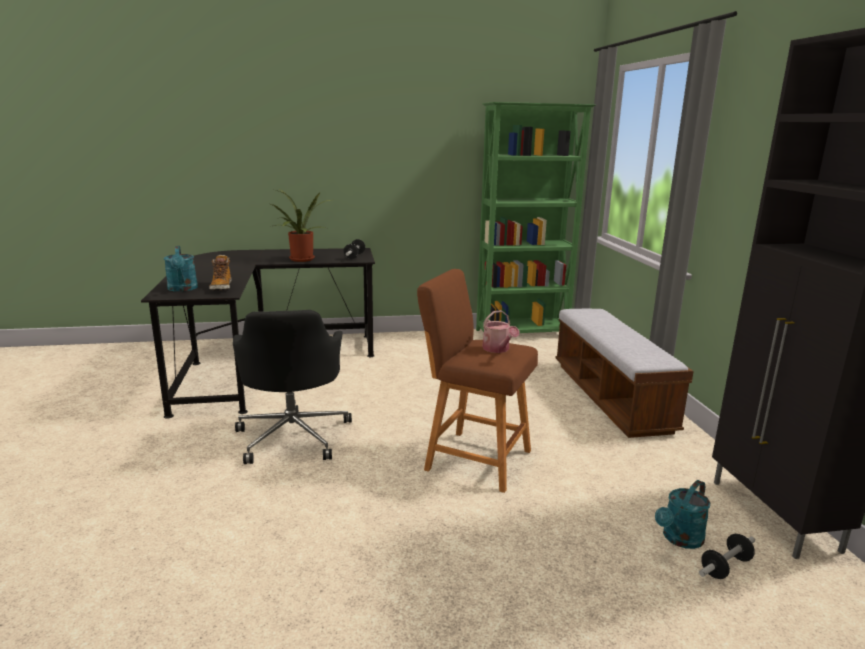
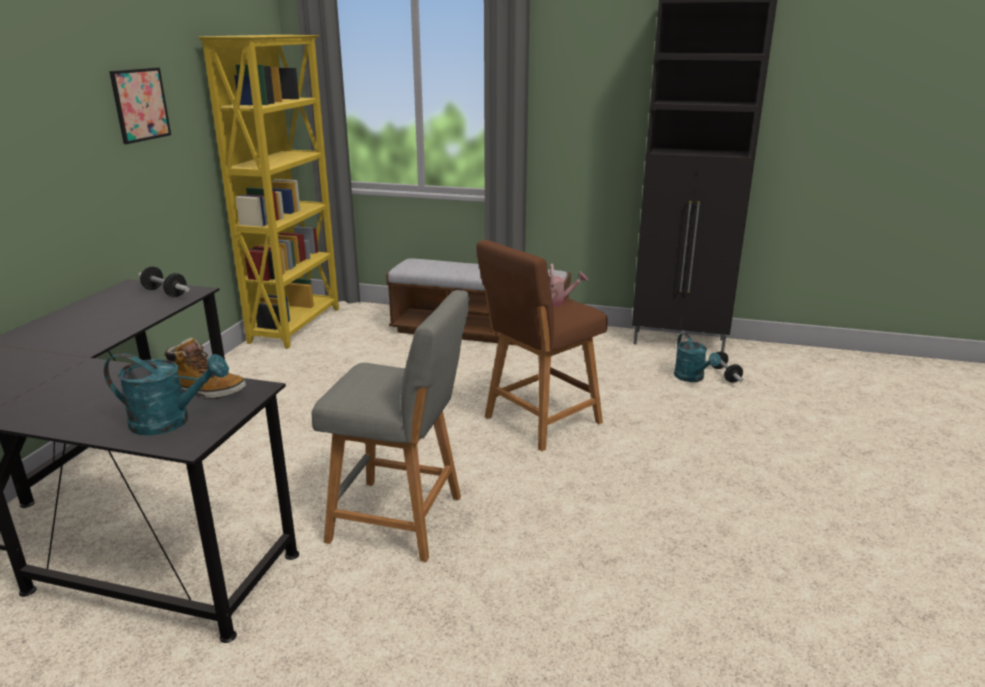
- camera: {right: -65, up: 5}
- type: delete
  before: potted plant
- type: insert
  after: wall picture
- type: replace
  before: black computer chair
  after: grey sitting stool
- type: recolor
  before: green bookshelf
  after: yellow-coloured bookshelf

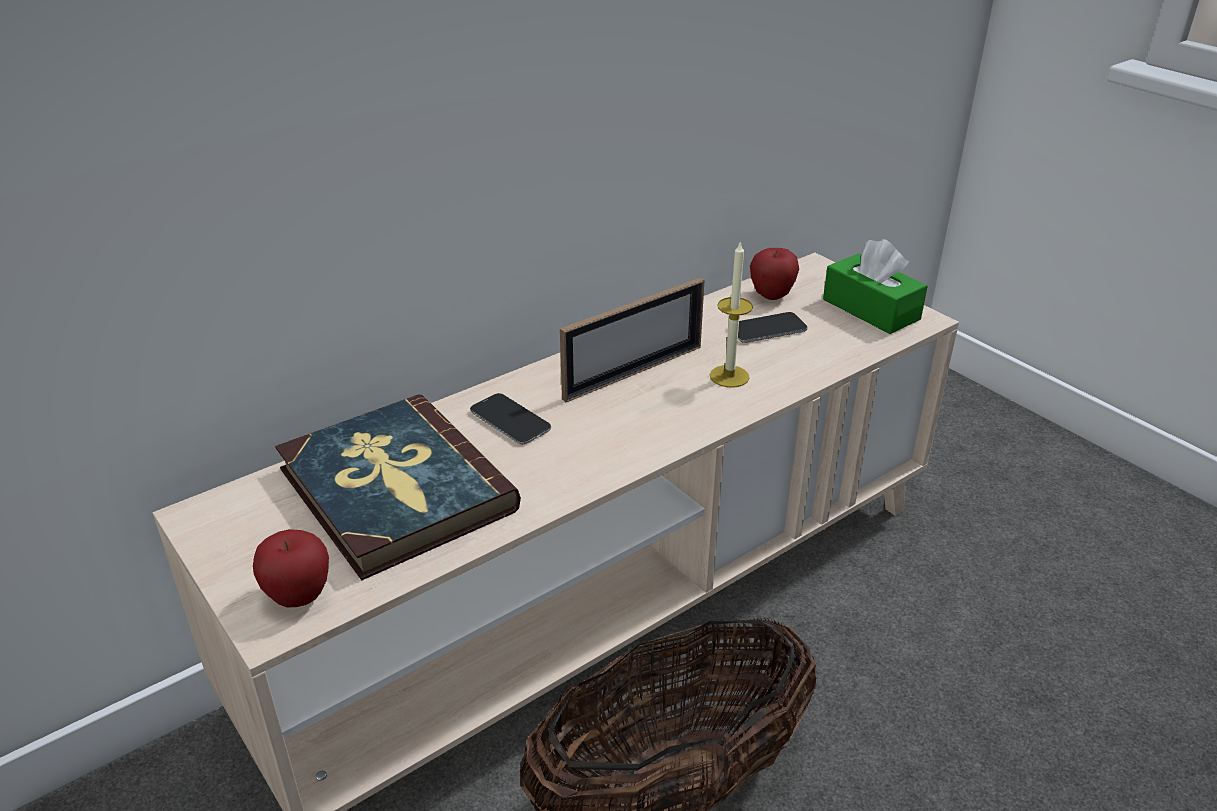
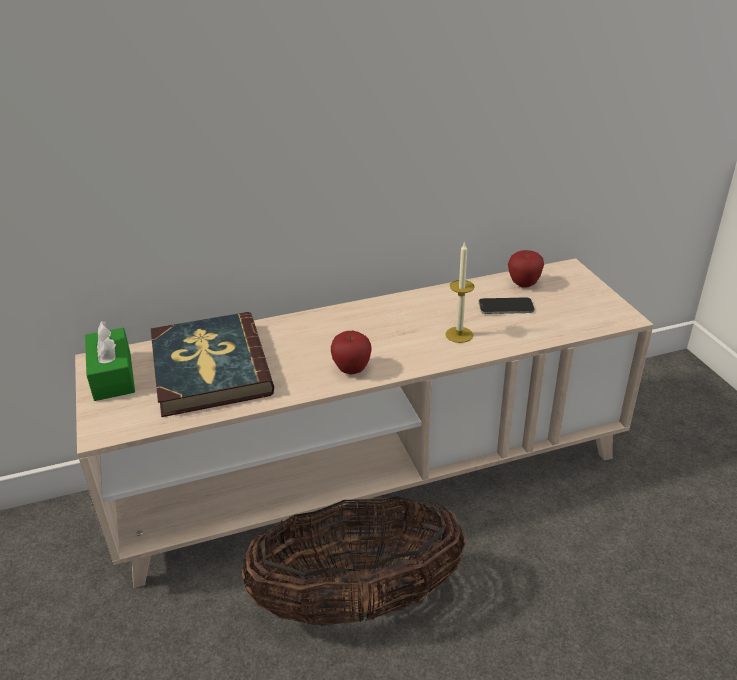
- camera: {right: 20, up: 0}
- type: delete
  before: handset (1st from left)
- type: delete
  before: picture frame
- type: move
  before: apple fruit (1st from left)
- type: move
  before: green tissue holder

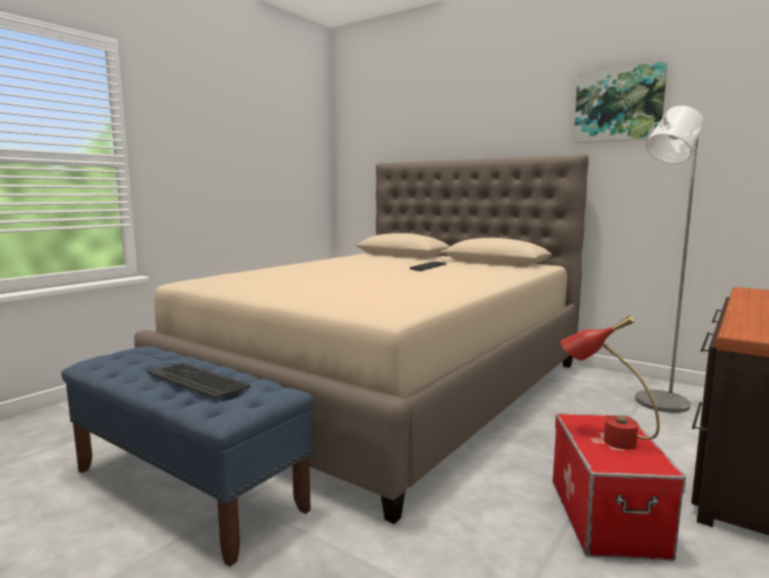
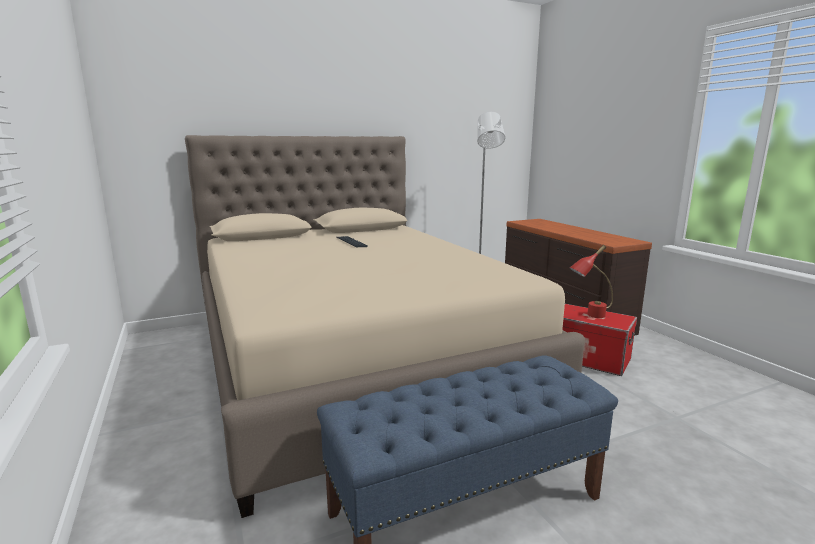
- camera: {right: -60, up: 5}
- type: delete
  before: keyboard (1st from left)
- type: delete
  before: wall picture

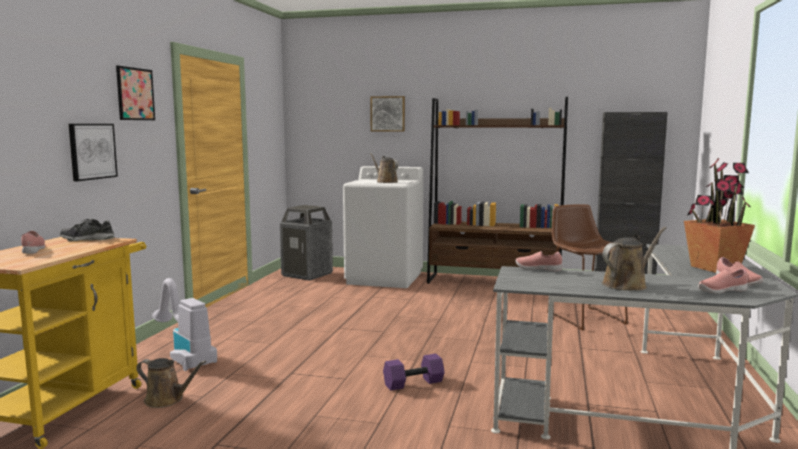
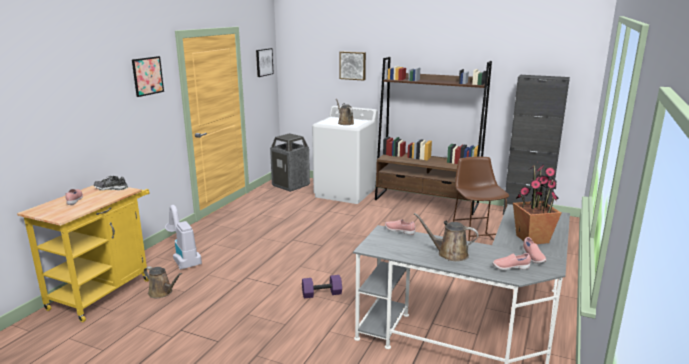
- camera: {right: 10, up: 10}
- type: move
  before: wall picture (1st from left in the first image)
  after: wall picture (2nd from left)
- type: rotate
  before: brown-coloured watering can (3rd from left)
  turn: -135

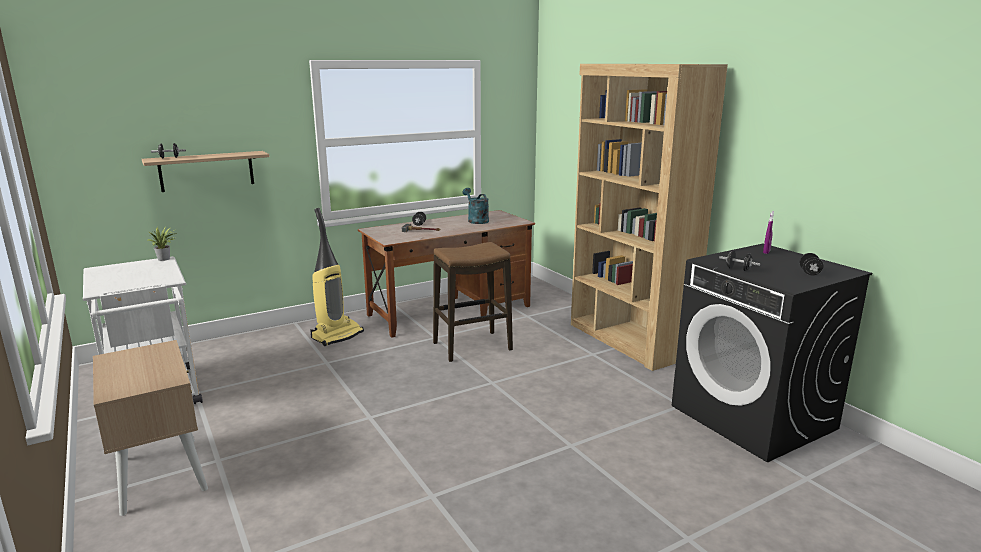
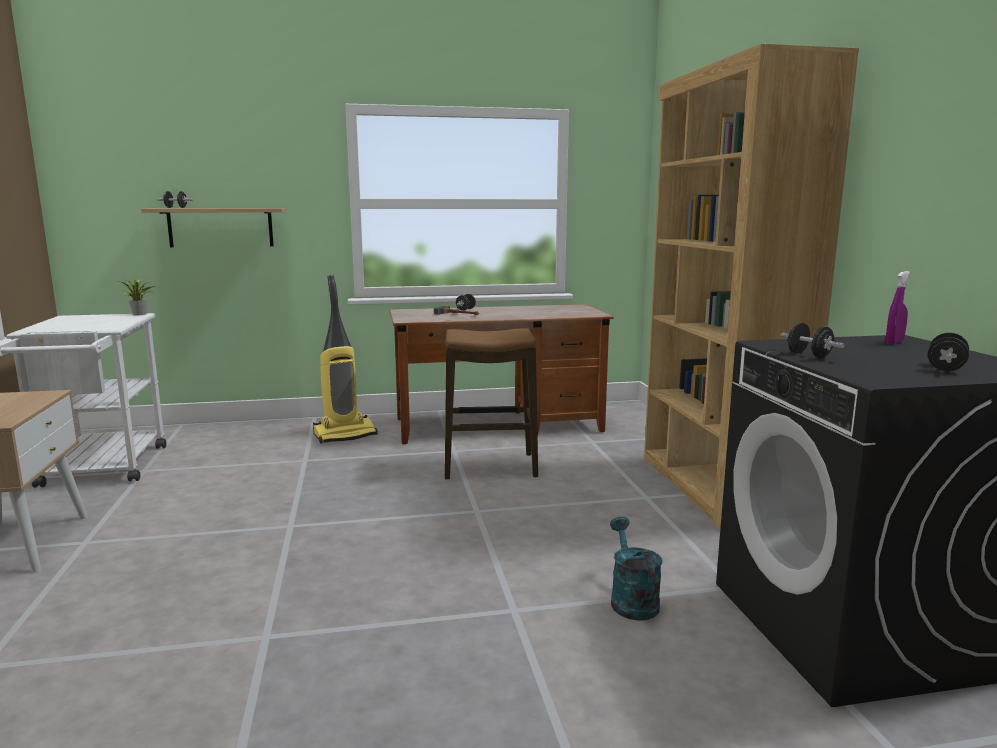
- camera: {right: 20, up: -5}
- type: move
  before: turquoise watering can

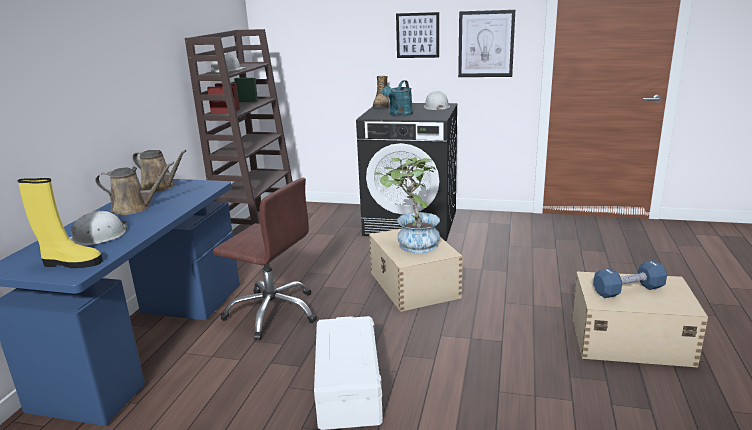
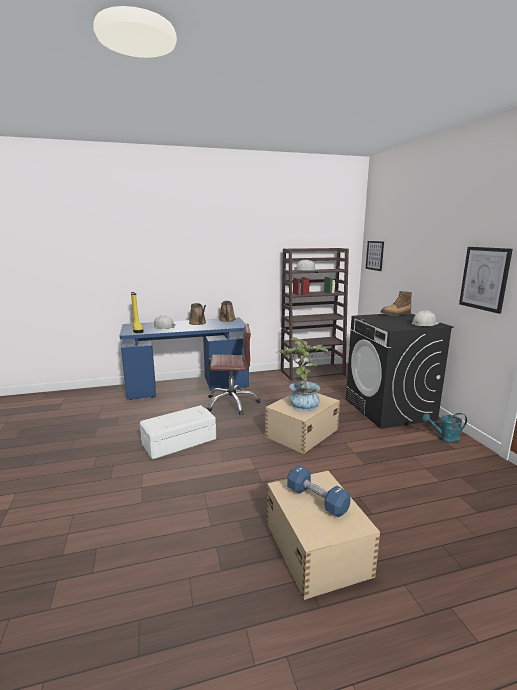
- camera: {right: 60, up: -5}
- type: move
  before: turquoise watering can
- type: move
  before: wall picture (1st from left)
- type: rotate
  before: brown-coloured computer chair
  turn: -90

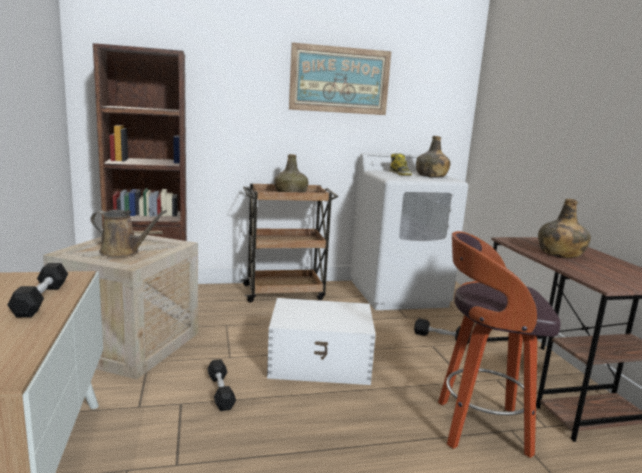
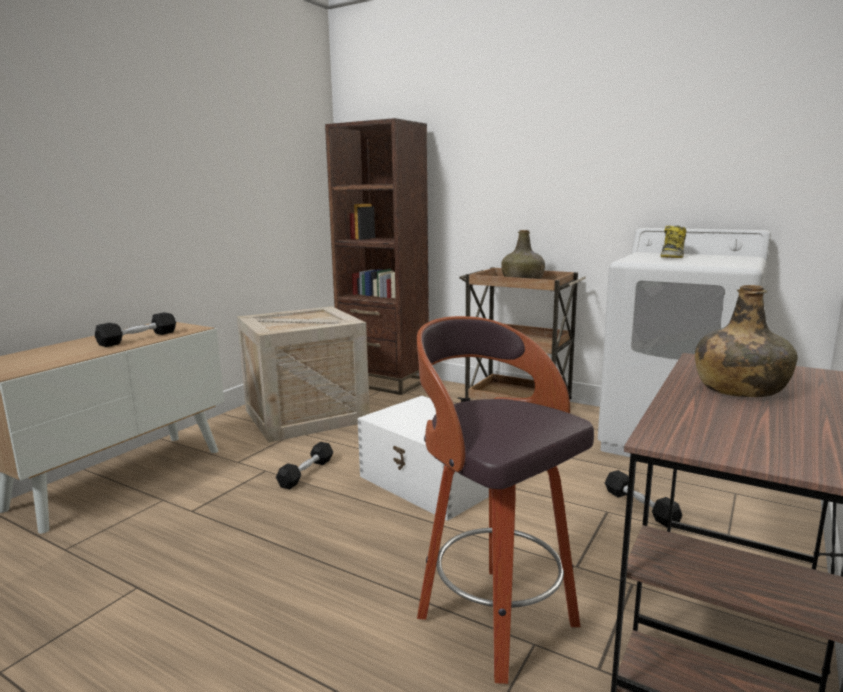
- camera: {right: 45, up: 0}
- type: delete
  before: brown-coloured watering can
- type: delete
  before: wall picture
- type: delete
  before: green drink bottle (2nd from left)

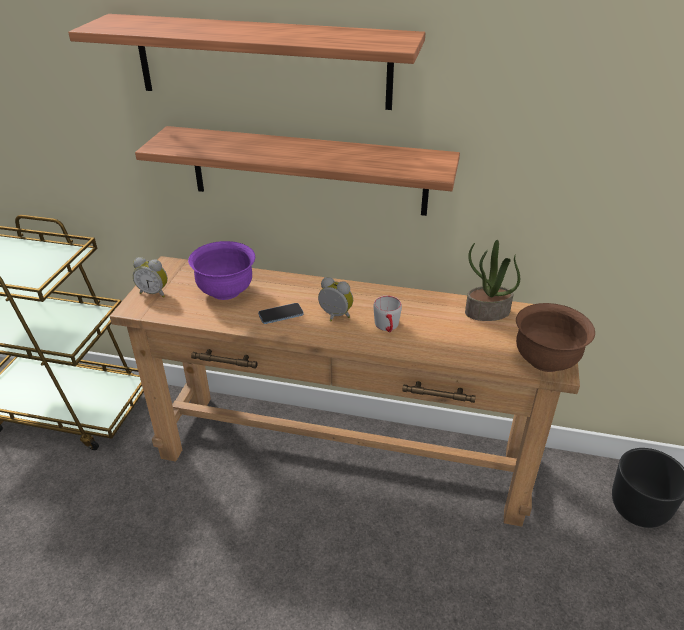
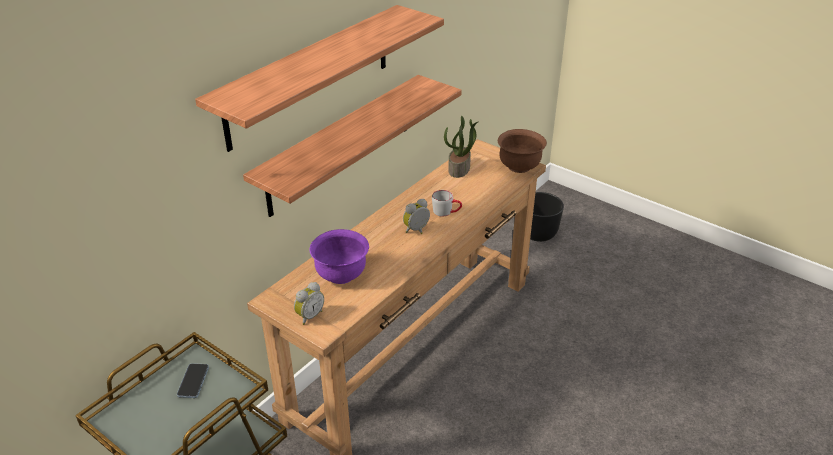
- camera: {right: -65, up: 0}
- type: move
  before: handset

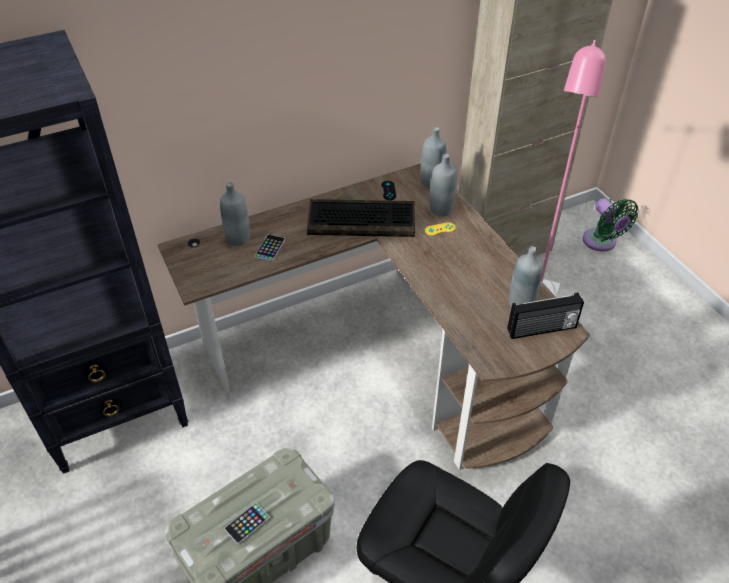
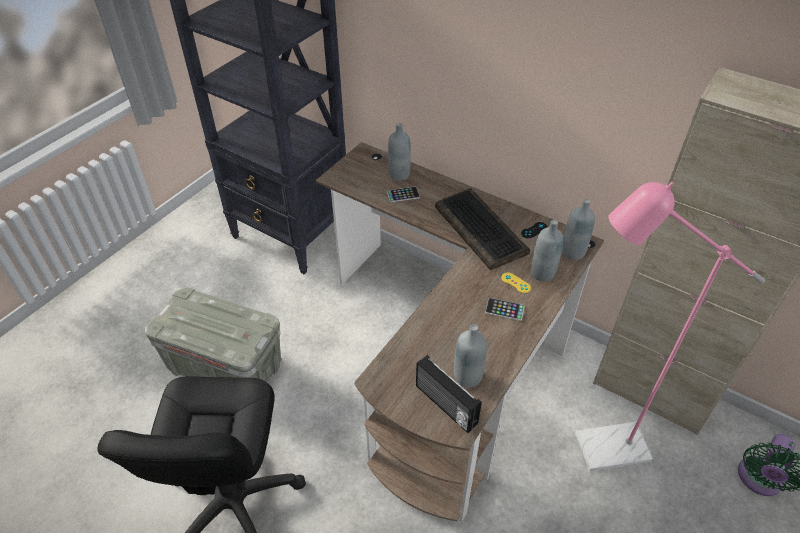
- camera: {right: 60, up: 0}
- type: move
  before: handset (1st from left in the first image)
  after: handset (2nd from left)

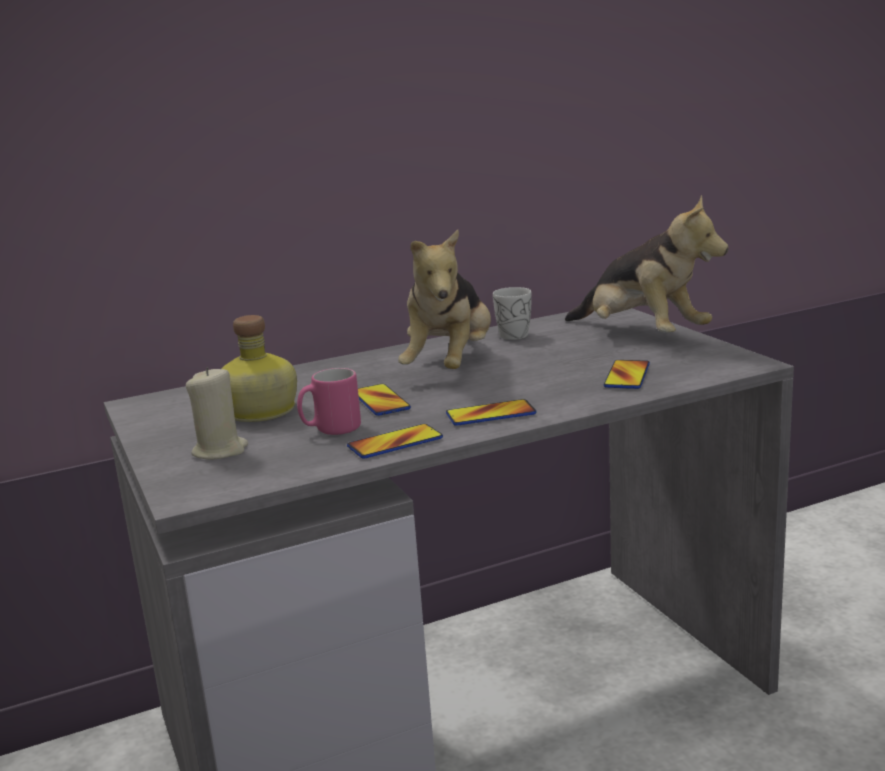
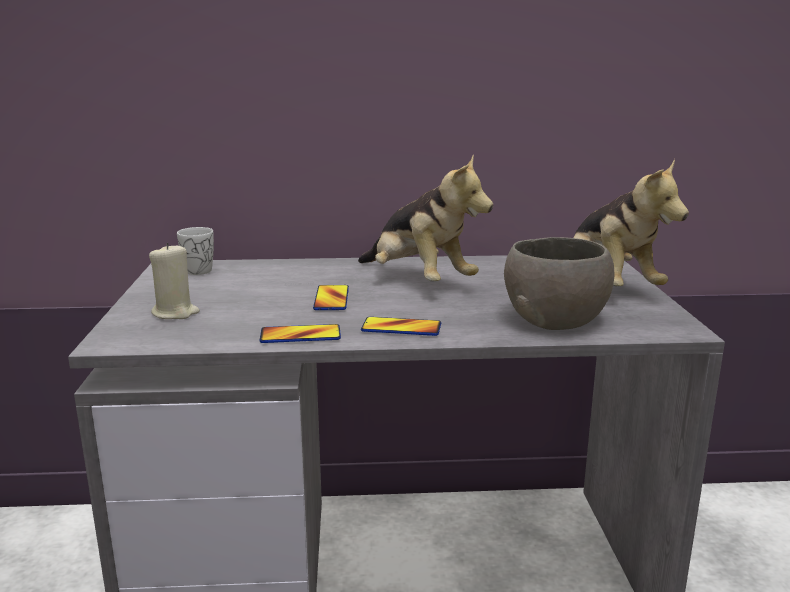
- camera: {right: 20, up: 0}
- type: delete
  before: drink bottle
- type: delete
  before: pink tea mug
- type: move
  before: white tea mug
- type: replace
  before: handset (4th from left)
  after: grey bowl
- type: rotate
  before: cuddly toy (1st from left)
  turn: -75

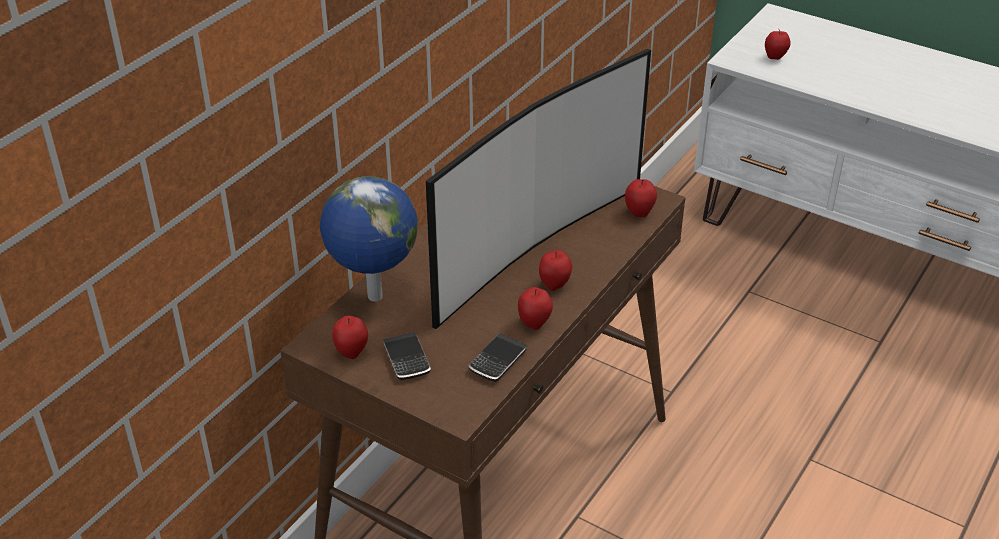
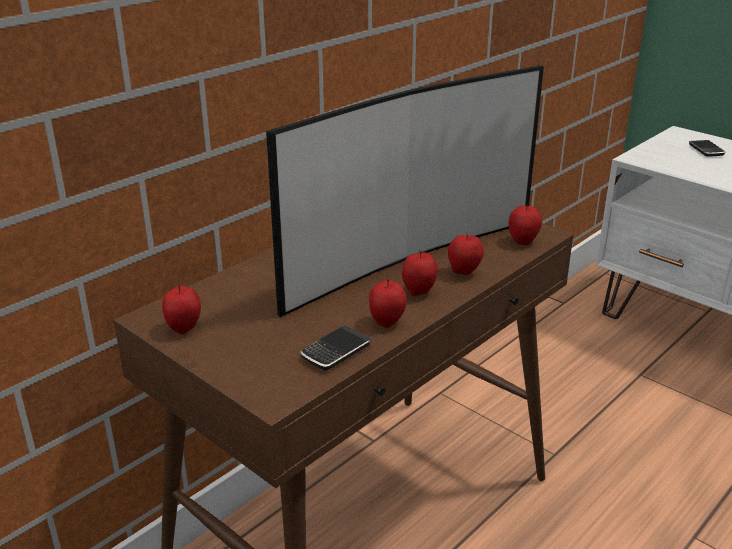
- camera: {right: 10, up: -10}
- type: delete
  before: desk globe
- type: move
  before: handset (1st from left in the first image)
  after: handset (2nd from left)
- type: move
  before: apple fruit (5th from left in the first image)
  after: apple fruit (4th from left)

